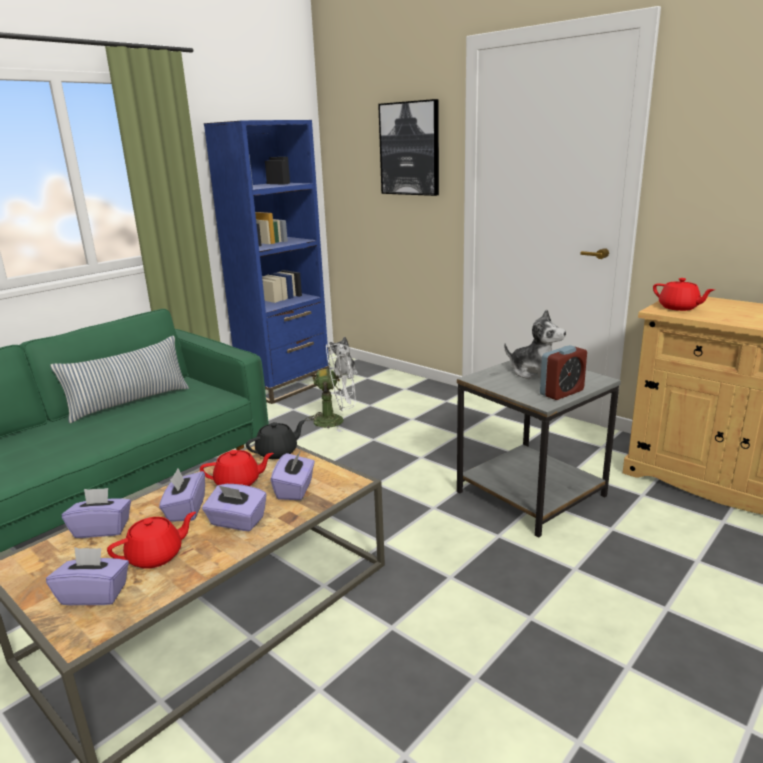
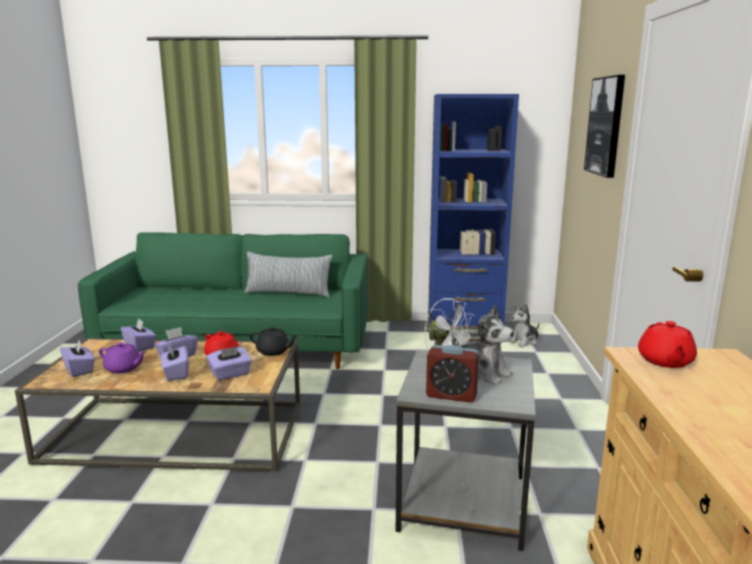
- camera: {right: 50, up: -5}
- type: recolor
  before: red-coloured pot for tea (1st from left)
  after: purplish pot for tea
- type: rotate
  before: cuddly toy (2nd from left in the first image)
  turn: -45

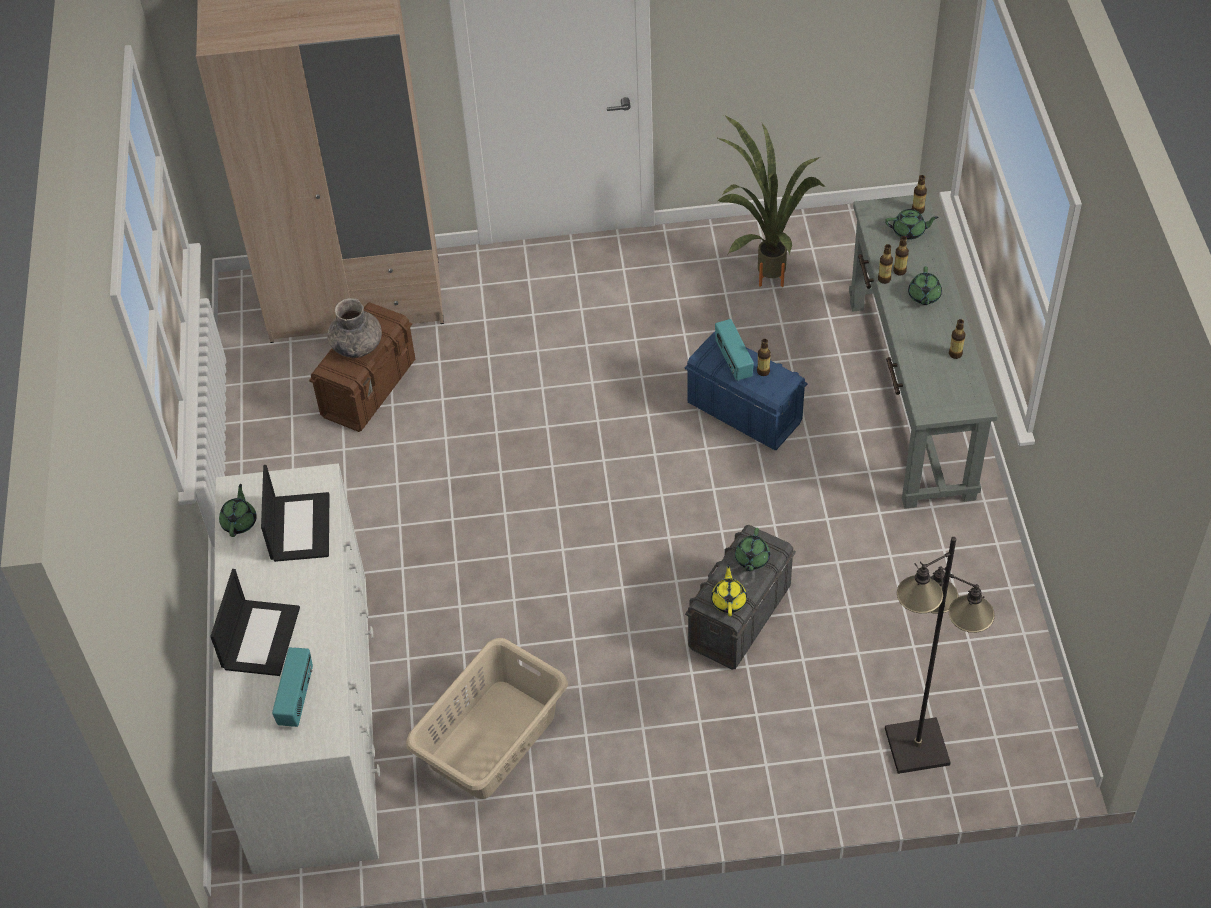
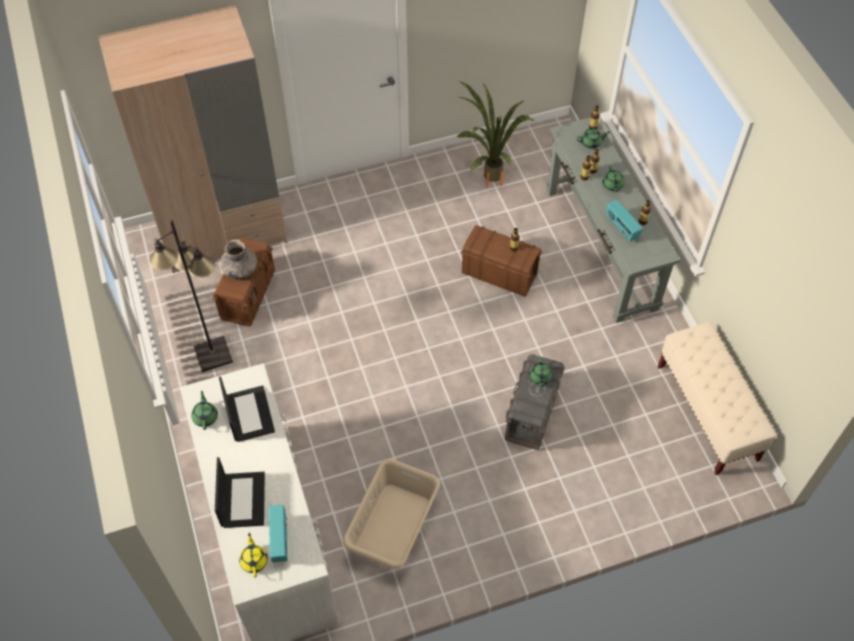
- camera: {right: -15, up: 5}
- type: insert
  after: sand-coloured indoor bench
- type: move
  before: yellow-coloured pot for tea
- type: move
  before: radio (2nd from left)
- type: move
  before: black floor lamp
- type: recolor
  before: bluish storage container
  after: brown-coloured storage container (2nd from left)

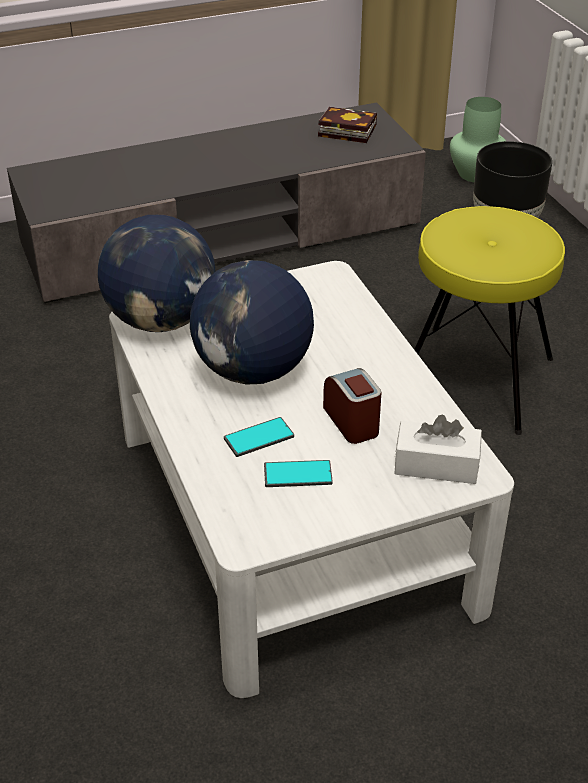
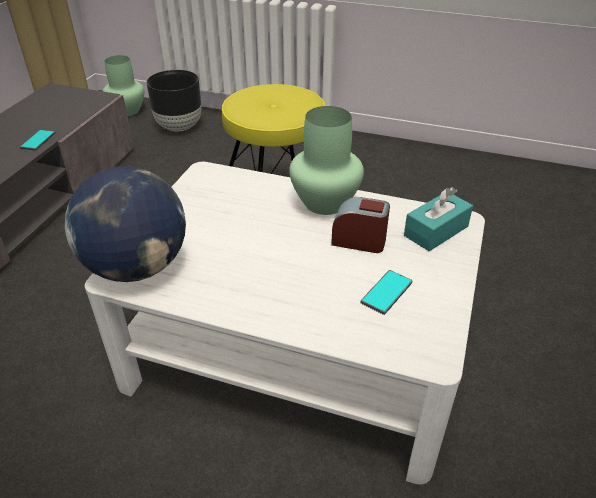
- camera: {right: -50, up: 0}
- type: delete
  before: desk globe (2nd from left)
- type: delete
  before: volume
- type: insert
  after: green vase (2nd from left)
- type: move
  before: handset (1st from left)
- type: recolor
  before: white tissue holder
  after: turquoise tissue holder

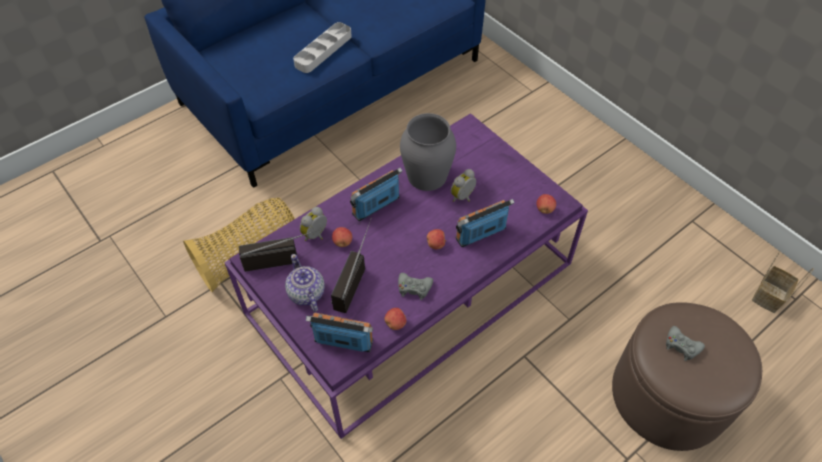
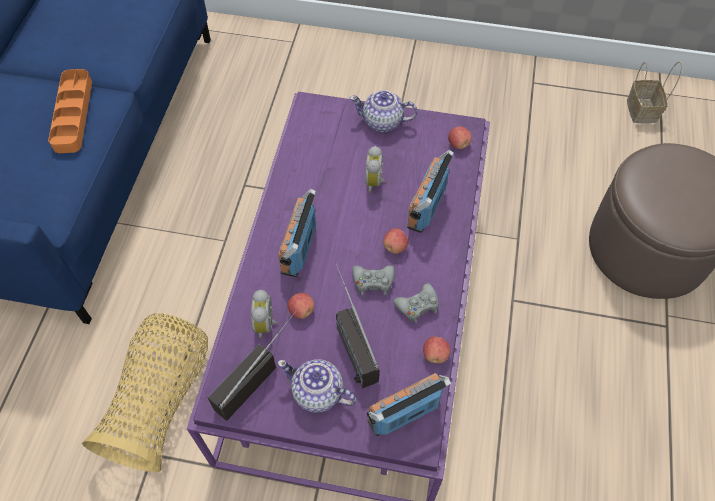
- camera: {right: -40, up: 5}
- type: delete
  before: grey vase
- type: insert
  after: pot for tea (2nd from left)
- type: move
  before: grey gamepad (2nd from left in the first image)
  after: grey gamepad (1st from left)
- type: recolor
  before: grey serving tray
  after: orange serving tray

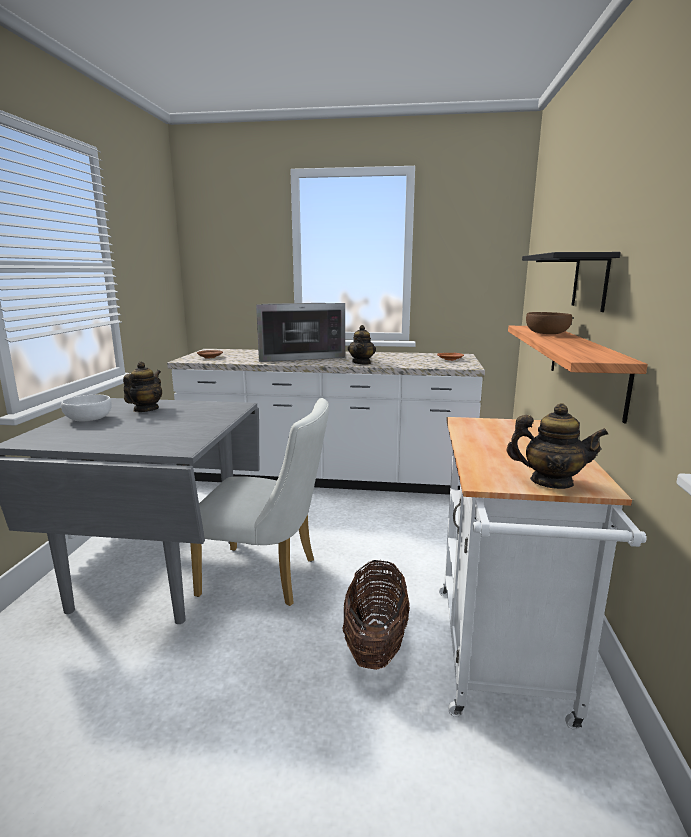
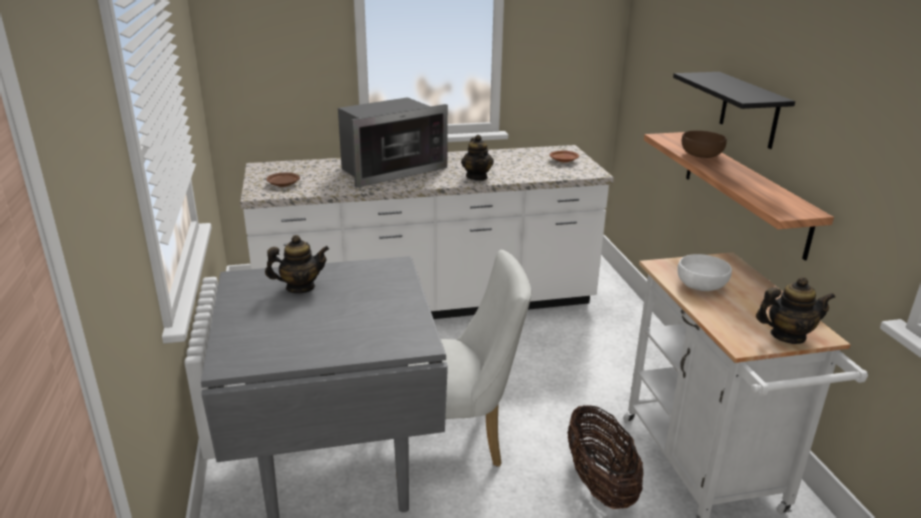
- camera: {right: -20, up: 10}
- type: move
  before: white bowl
- type: rotate
  before: pot for tea (1st from left)
  turn: 75

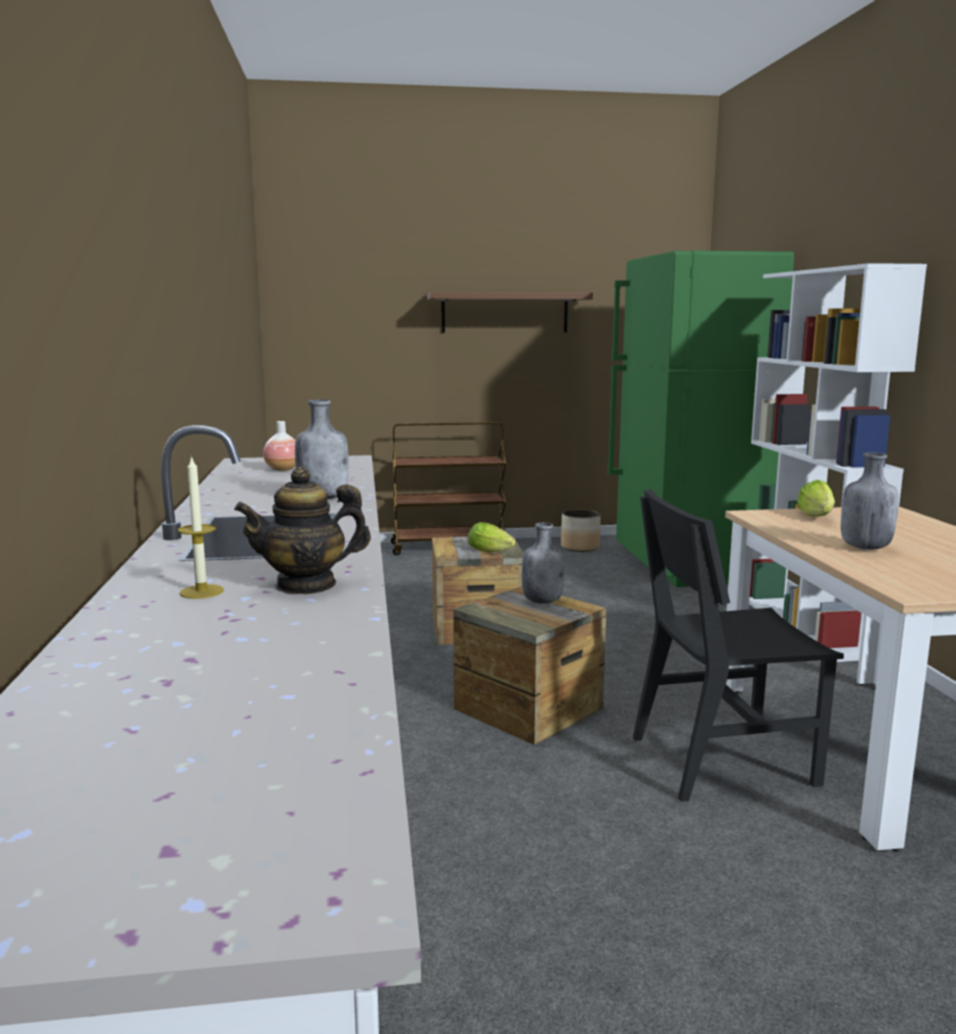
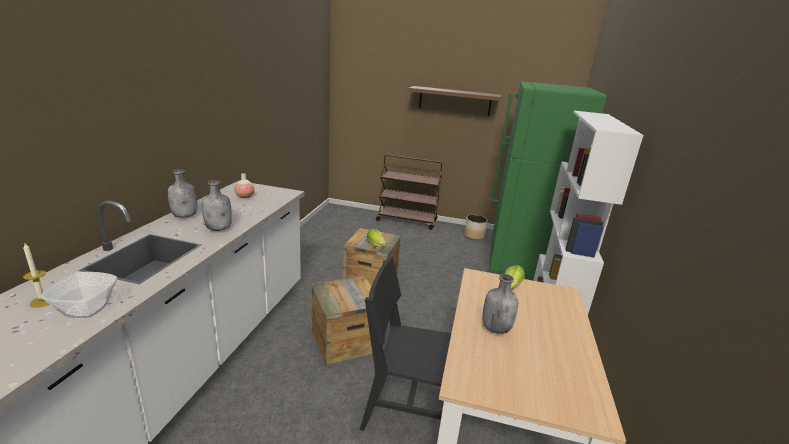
- camera: {right: 20, up: 10}
- type: move
  before: grey drink bottle (2nd from left in the first image)
  after: grey drink bottle (1st from left)
- type: replace
  before: pot for tea
  after: bowl

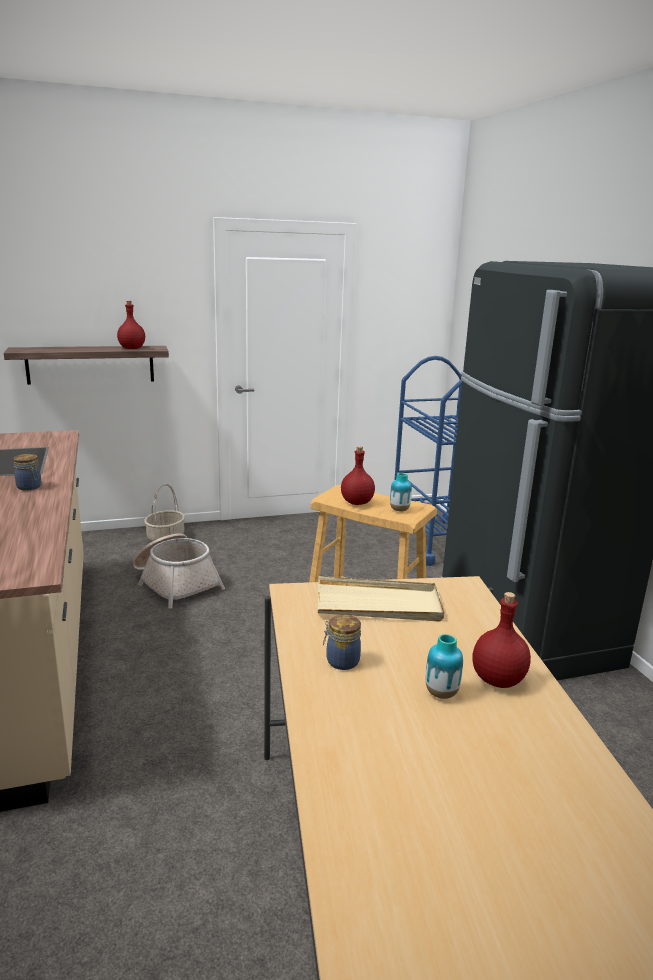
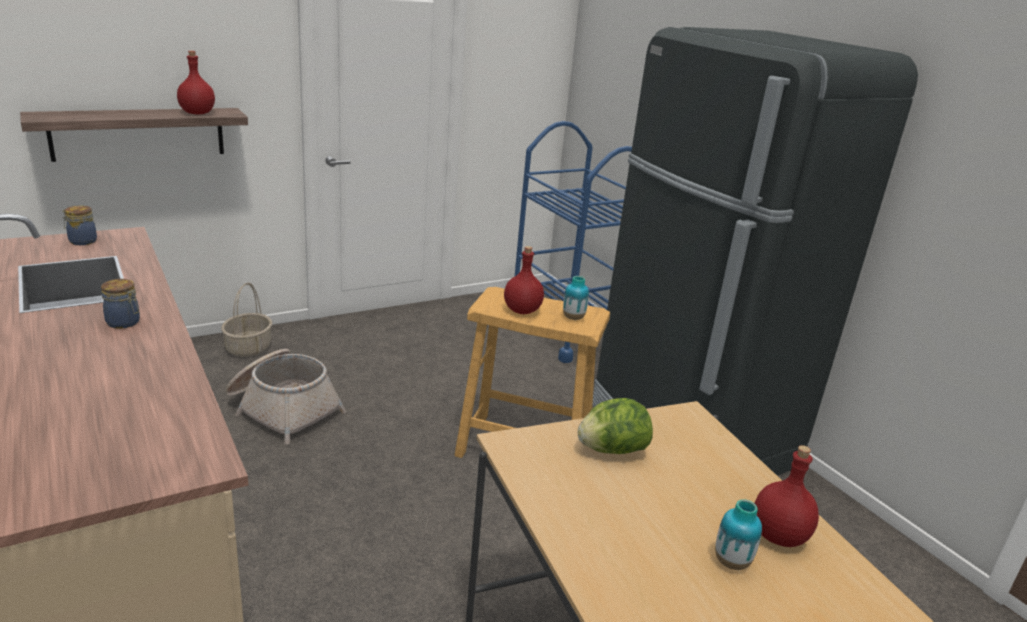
- camera: {right: -15, up: 5}
- type: move
  before: preserve jar (2nd from left in the first image)
  after: preserve jar (1st from left)
- type: replace
  before: sand-coloured serving tray
  after: head of lettuce

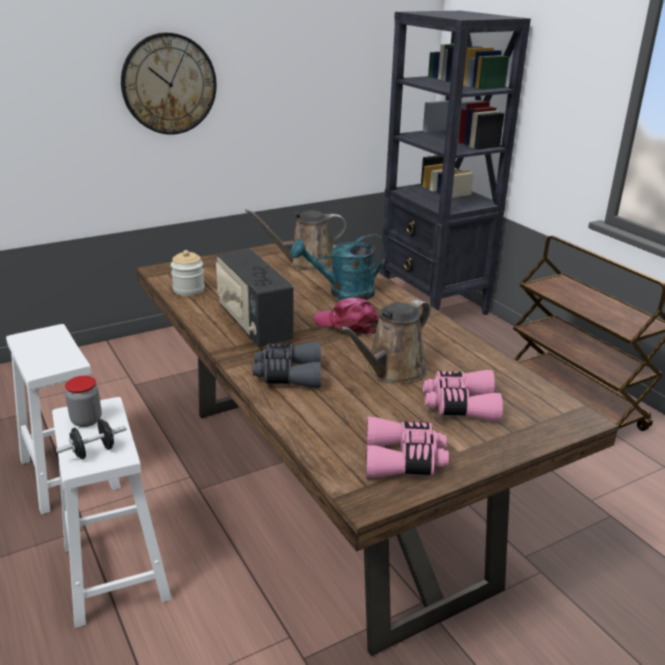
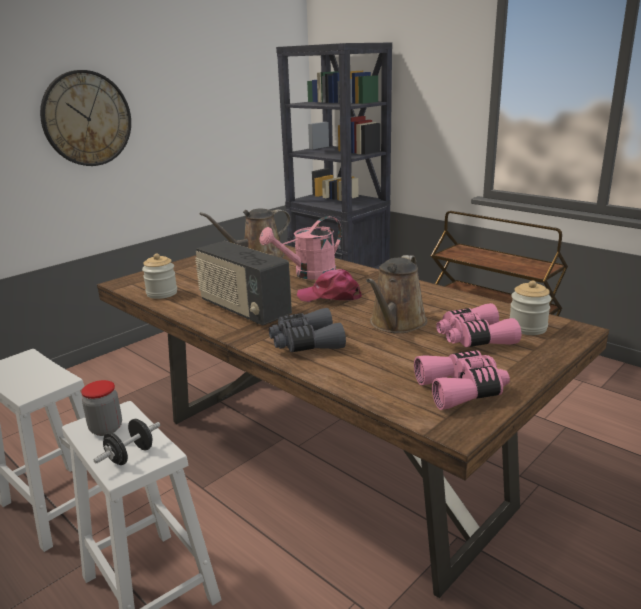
- camera: {right: -15, up: -5}
- type: insert
  after: preserve jar (3rd from left)
- type: recolor
  before: turquoise watering can
  after: pink watering can

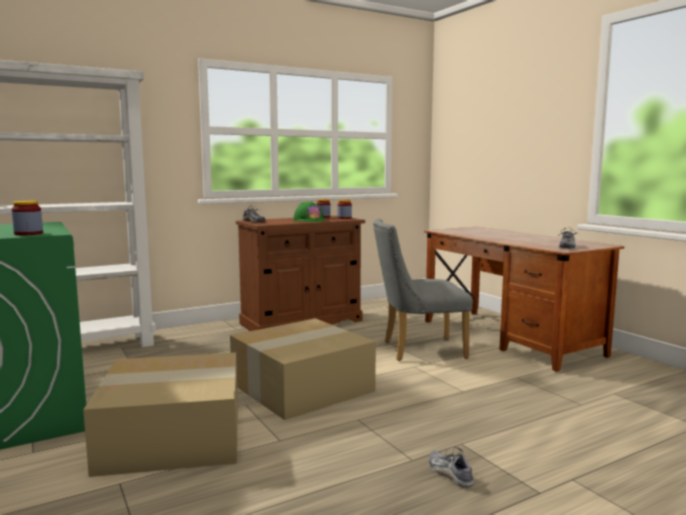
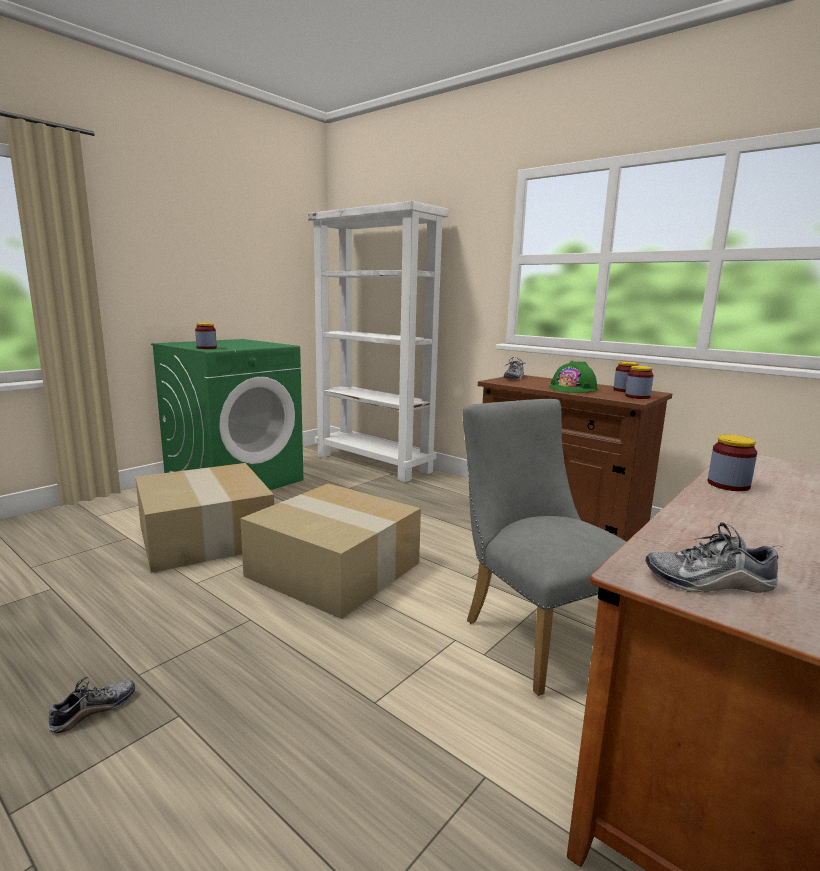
- camera: {right: 70, up: 5}
- type: insert
  after: preserve jar (4th from left)

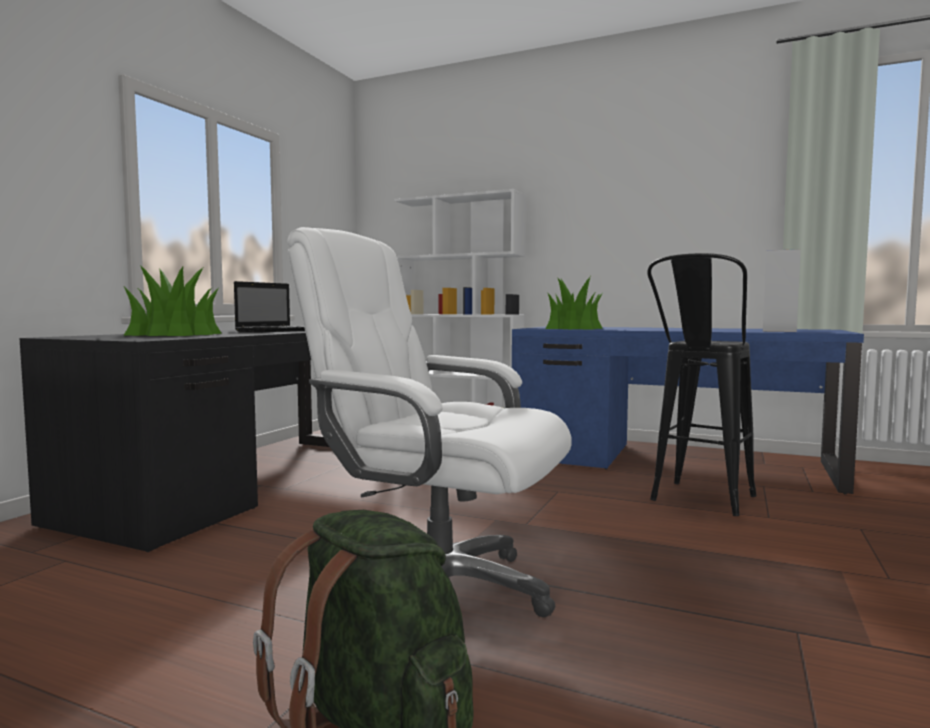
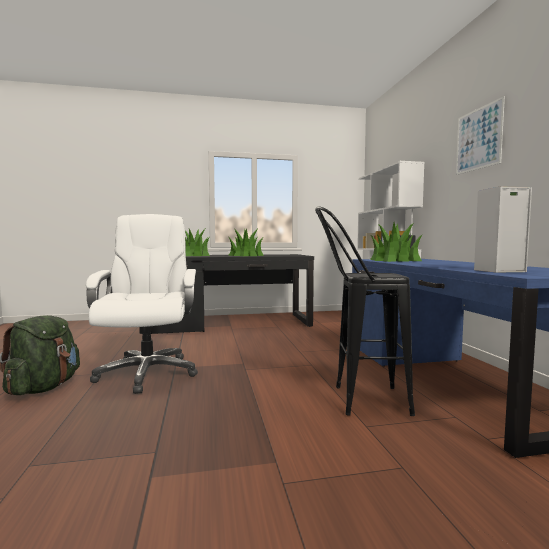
- camera: {right: 55, up: 0}
- type: insert
  after: wall picture
- type: replace
  before: notebook computer
  after: potted plant (2nd from left)

